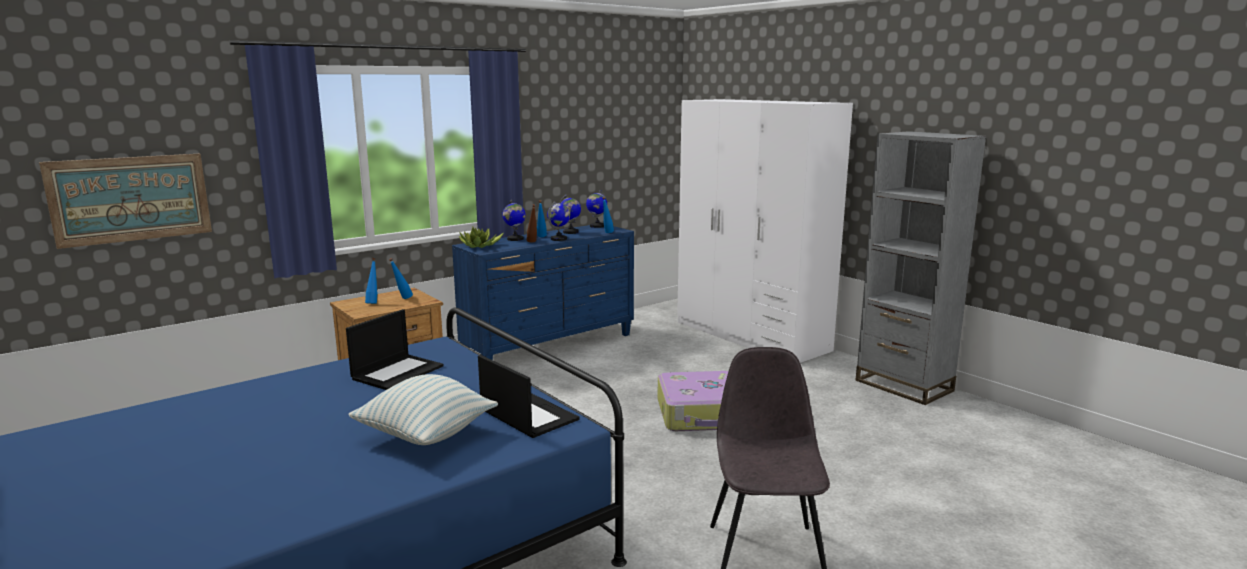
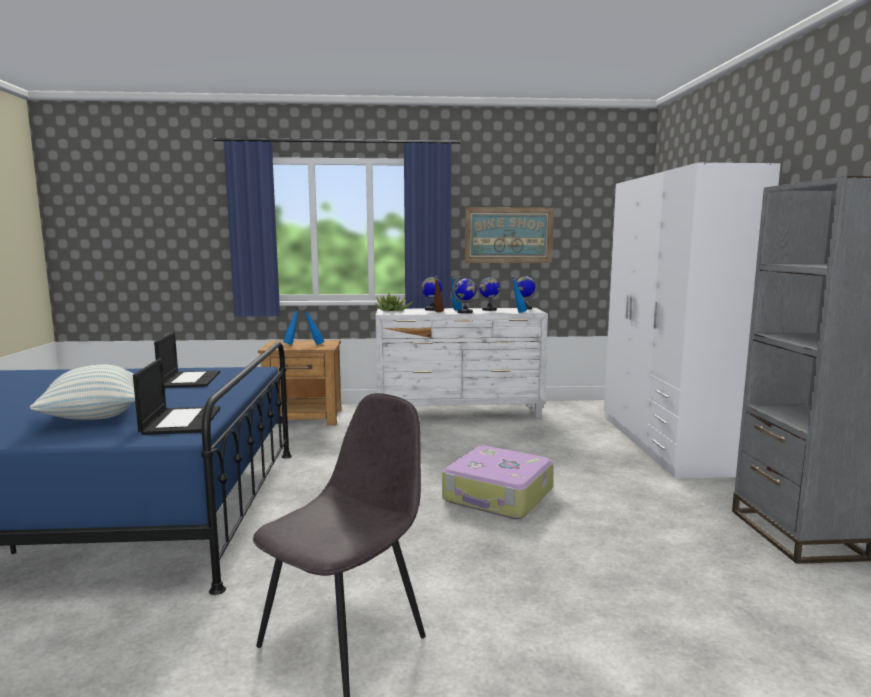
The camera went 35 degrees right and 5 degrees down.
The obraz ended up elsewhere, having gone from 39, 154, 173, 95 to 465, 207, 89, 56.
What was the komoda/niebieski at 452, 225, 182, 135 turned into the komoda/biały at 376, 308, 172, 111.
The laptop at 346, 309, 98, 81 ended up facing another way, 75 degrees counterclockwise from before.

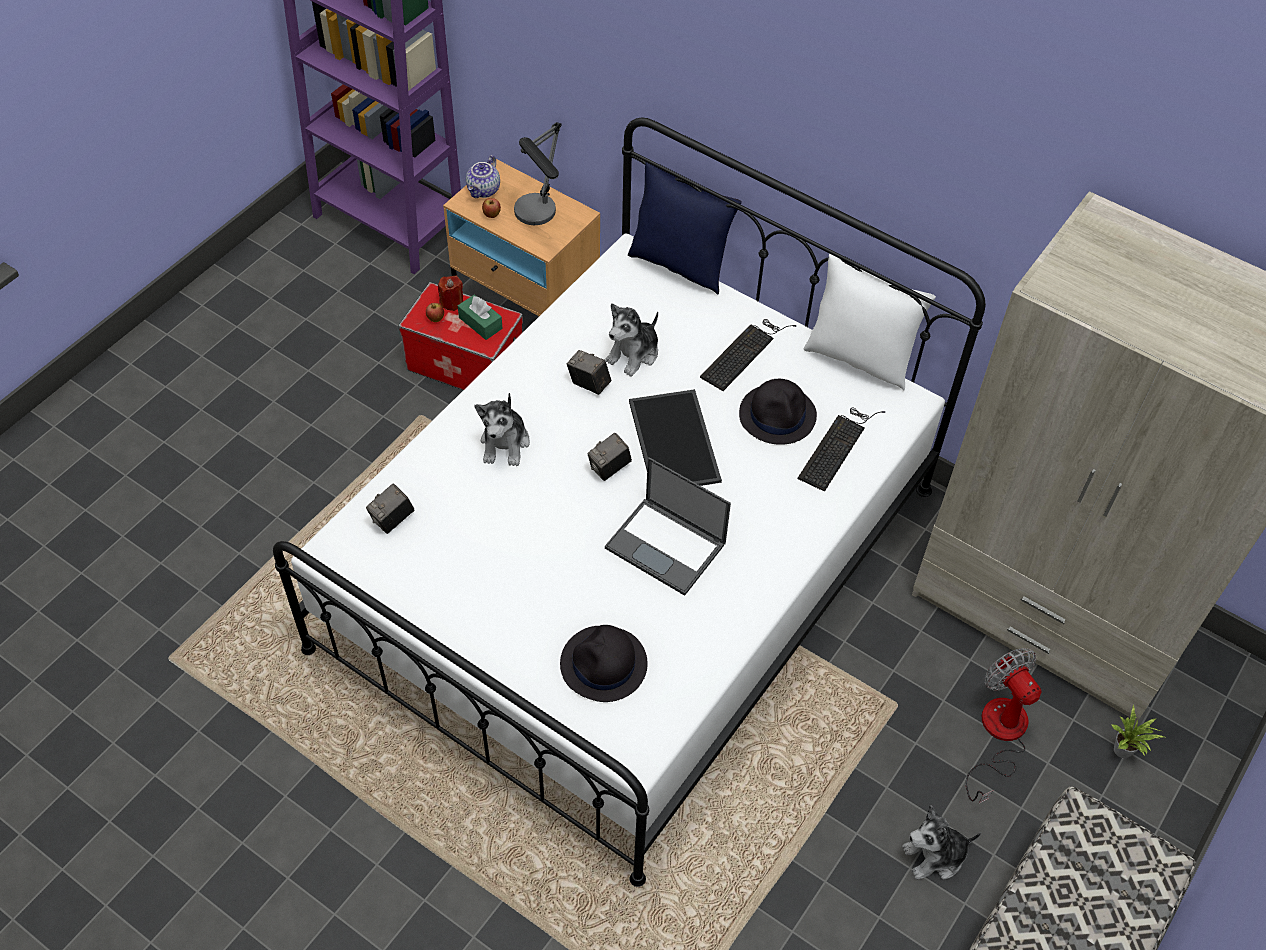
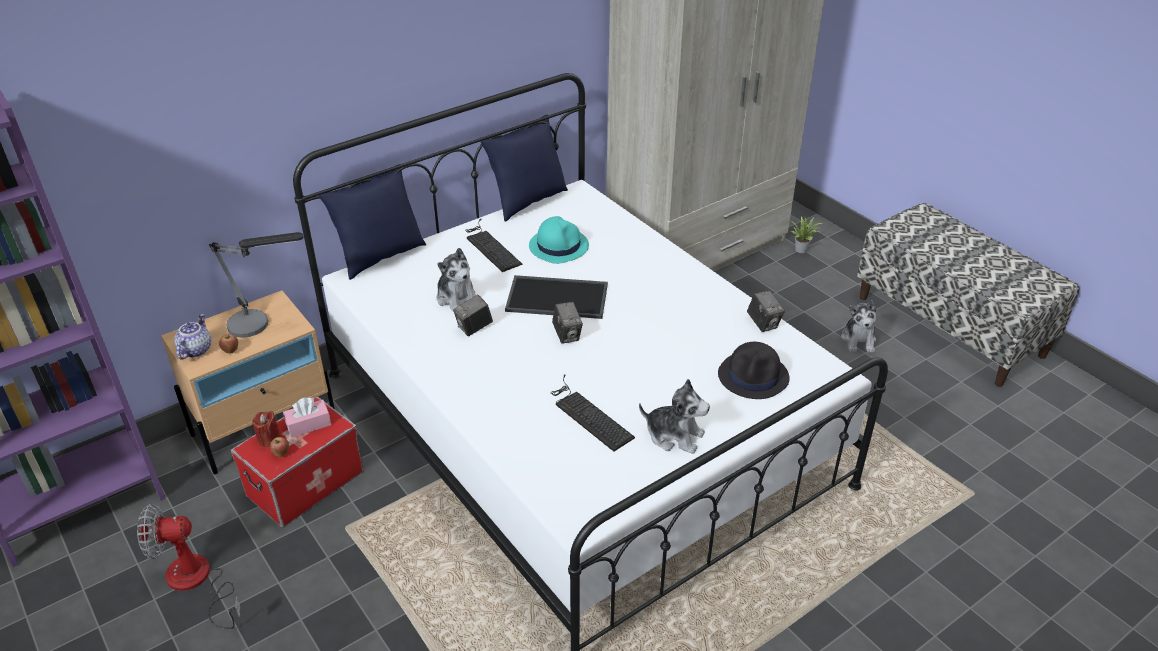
The camera went 70 degrees left and 15 degrees down.
The imbryk at 466, 155, 34, 43 ended up facing another way, 120 degrees counterclockwise from before.
What was the poduszka/biały at 804, 254, 132, 137 turned into the poduszka/niebieski at 481, 114, 87, 107.
What was the pudełko chusteczek/zielony at 458, 295, 44, 45 turned into the pudełko chusteczek/różowy at 283, 398, 48, 40.
What was the kapelusz/czarny at 739, 379, 78, 66 turned into the kapelusz/turkusowy at 529, 216, 60, 48.
The pluszak ended up elsewhere, having gone from 474, 393, 56, 73 to 639, 379, 71, 75.
The klawiatura ended up elsewhere, having gone from 798, 407, 87, 85 to 551, 374, 84, 78.
The second view lost the laptop at 605, 457, 126, 139.
The aparat fotograficzny ended up elsewhere, having gone from 366, 484, 48, 50 to 747, 290, 38, 42.
The wentylator ended up elsewhere, having gone from 966, 648, 76, 155 to 137, 504, 103, 125.

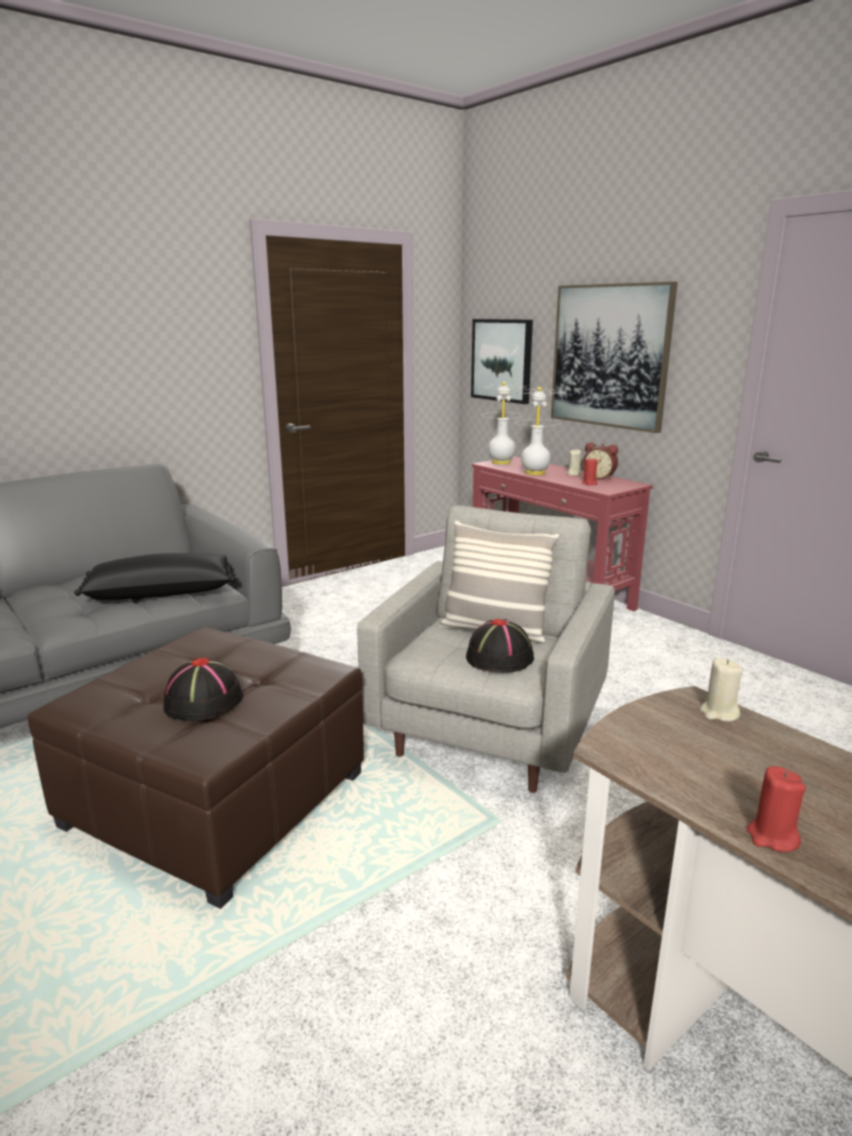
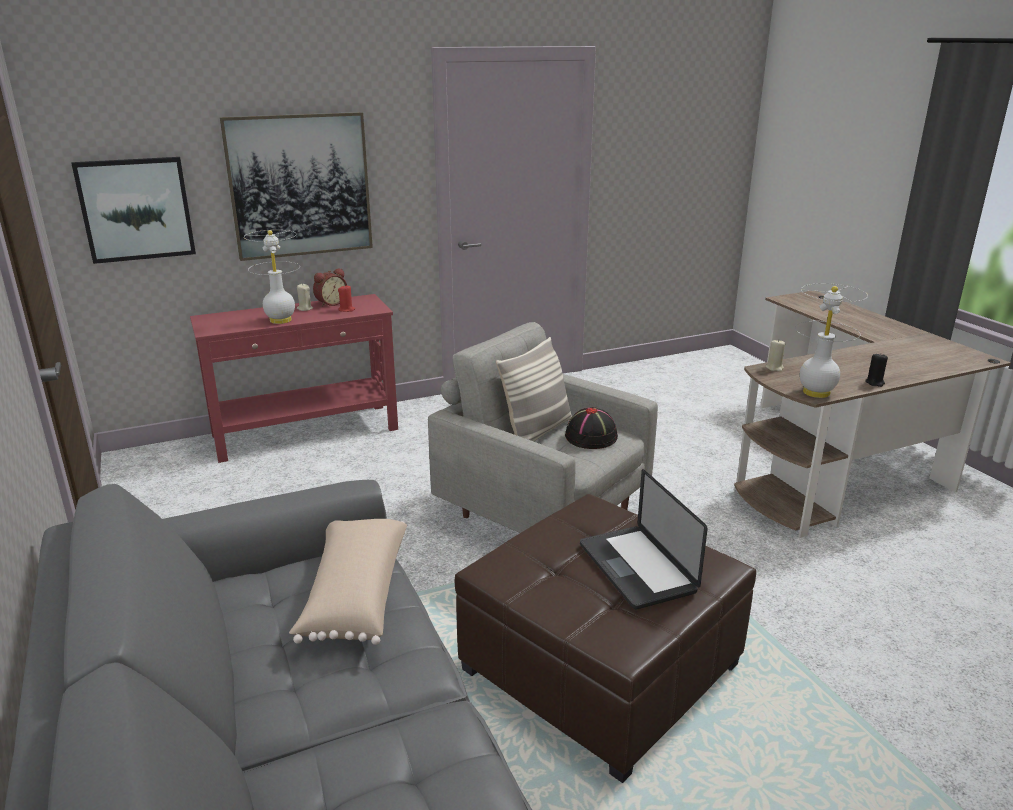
The camera went 75 degrees left and 5 degrees up.
The lampa stołowa/biały ended up elsewhere, having gone from 481, 382, 44, 83 to 795, 283, 73, 115.
What was the poduszka/czarny at 74, 553, 162, 47 turned into the poduszka/beżowy at 289, 519, 118, 126.
Where the kapelusz/czarny stood at 163, 658, 80, 63, the laptop came to stand at 580, 469, 128, 141.
What was the świeca/czerwony at 747, 766, 59, 86 turned into the świeca/czarny at 865, 354, 23, 33.

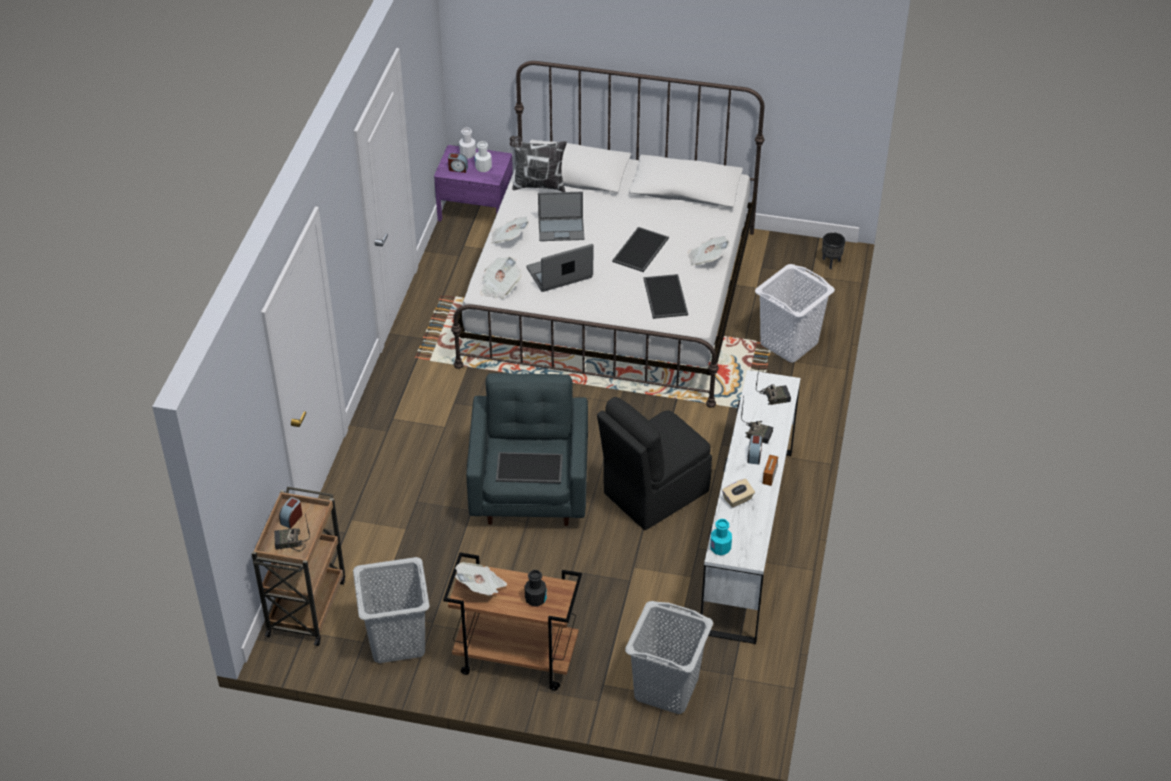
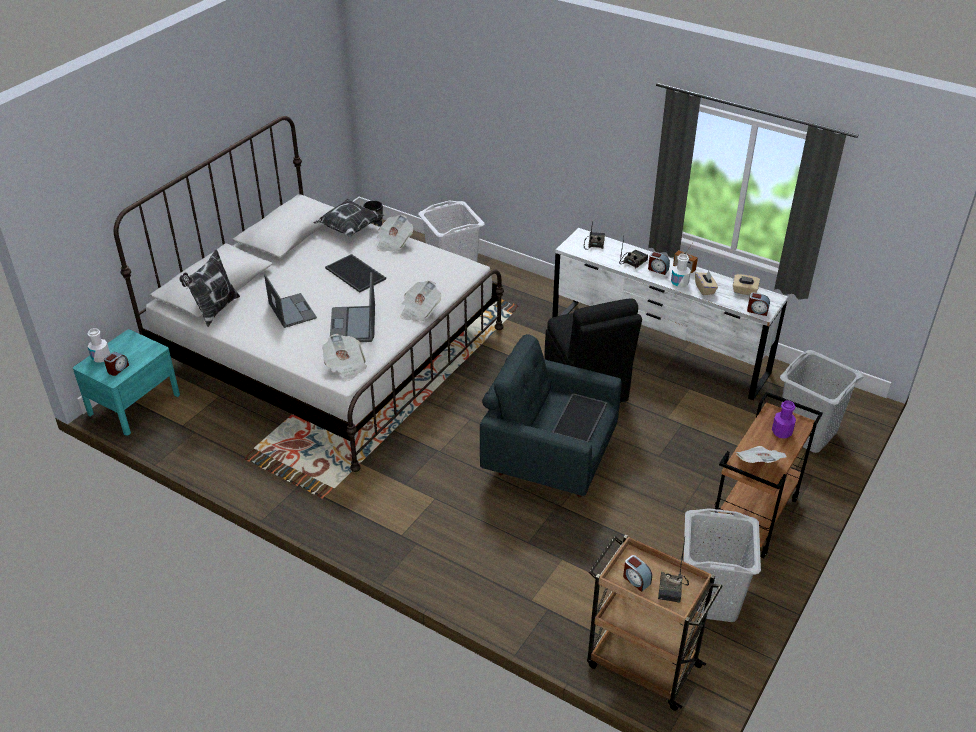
The camera went 70 degrees left and 5 degrees down.
The butelka/biały ended up elsewhere, having gone from 475, 141, 17, 31 to 671, 254, 20, 34.
What was the szafka nocna/fioletowy at 434, 145, 79, 77 turned into the szafka nocna/turkusowy at 73, 329, 107, 107.
The laptop at 538, 192, 47, 49 ended up facing another way, 45 degrees counterclockwise from before.
The gazeta ended up elsewhere, having gone from 491, 217, 38, 26 to 400, 281, 41, 41.
The second view lost the taca at 643, 274, 45, 45.
Where the butelka/turkusowy stood at 710, 519, 22, 36, the budzik came to stand at 747, 292, 23, 24.
What was the butelka/czarny at 524, 570, 23, 37 turned into the butelka/fioletowy at 772, 400, 24, 39.
The second view gained the poduszka at 313, 199, 71, 38.
The second view gained the pudełko chusteczek/beżowy at 733, 274, 27, 21.

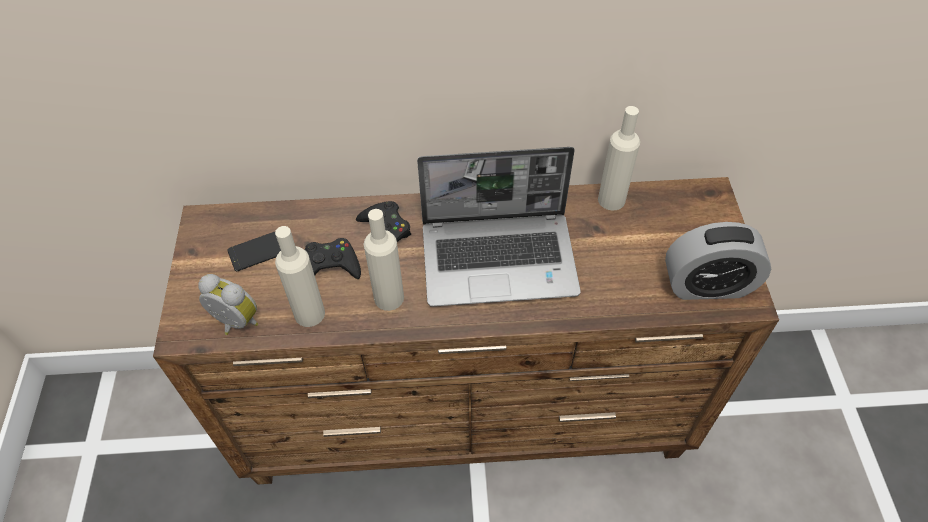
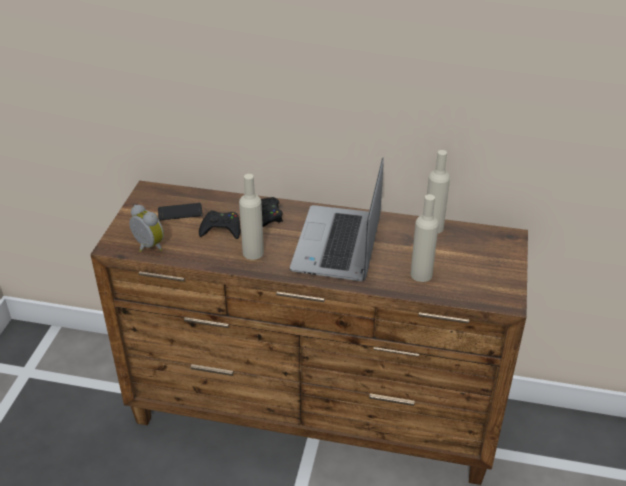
The camera went 15 degrees right and 15 degrees down.
The laptop at 417, 147, 164, 160 ended up facing another way, 90 degrees clockwise from before.
The second view lost the budzik at 665, 222, 106, 78.
The butelka/beżowy ended up elsewhere, having gone from 275, 226, 50, 101 to 410, 194, 29, 88.

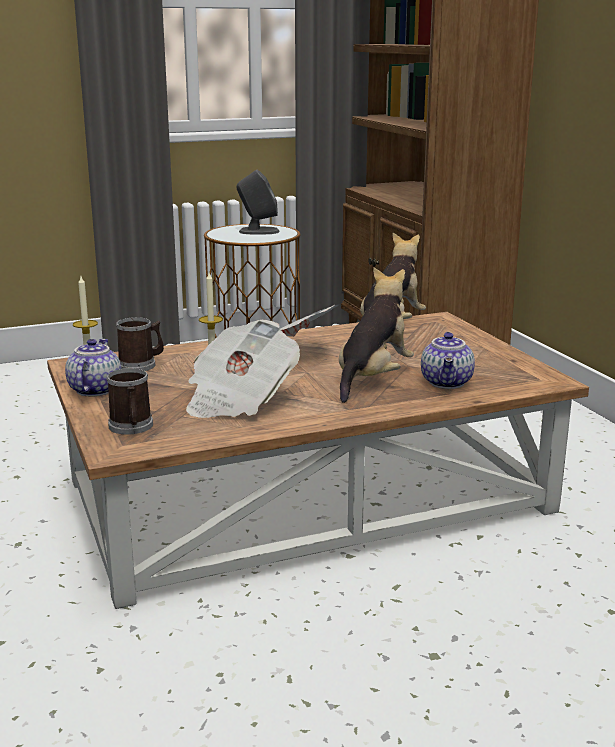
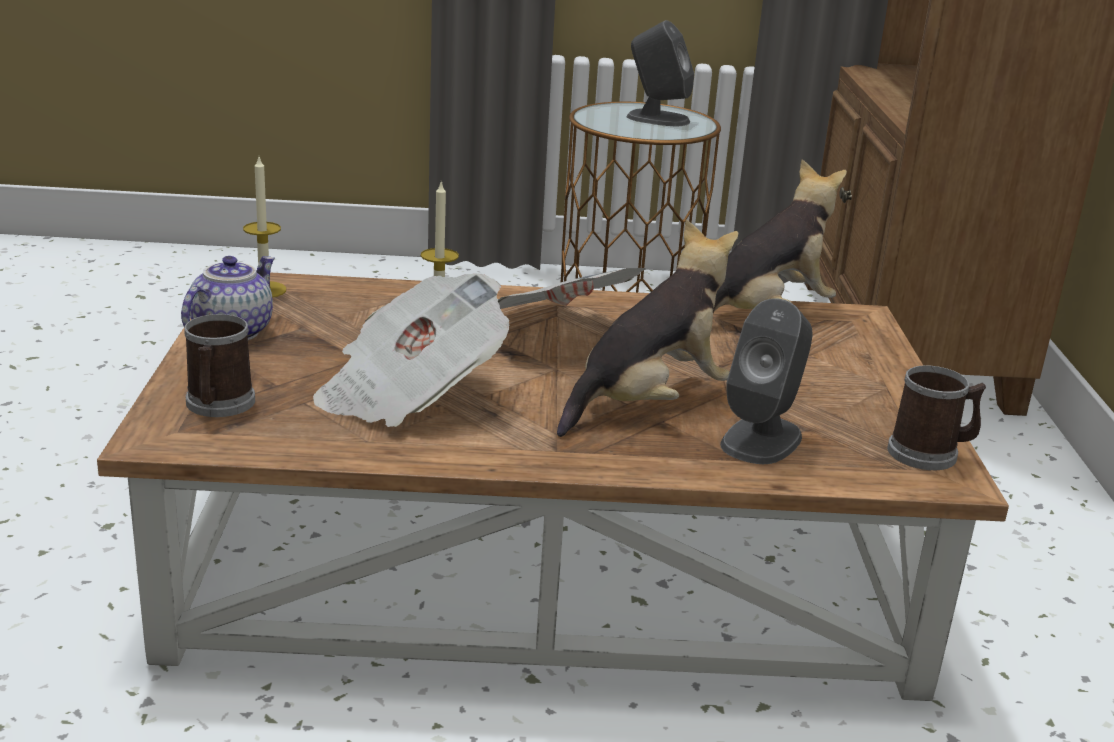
The camera went 20 degrees right and 5 degrees up.
The kubek ended up elsewhere, having gone from 116, 317, 48, 54 to 887, 365, 99, 105.
Where the imbryk stood at 421, 332, 54, 57, the głośnik/szary came to stand at 720, 298, 92, 166.

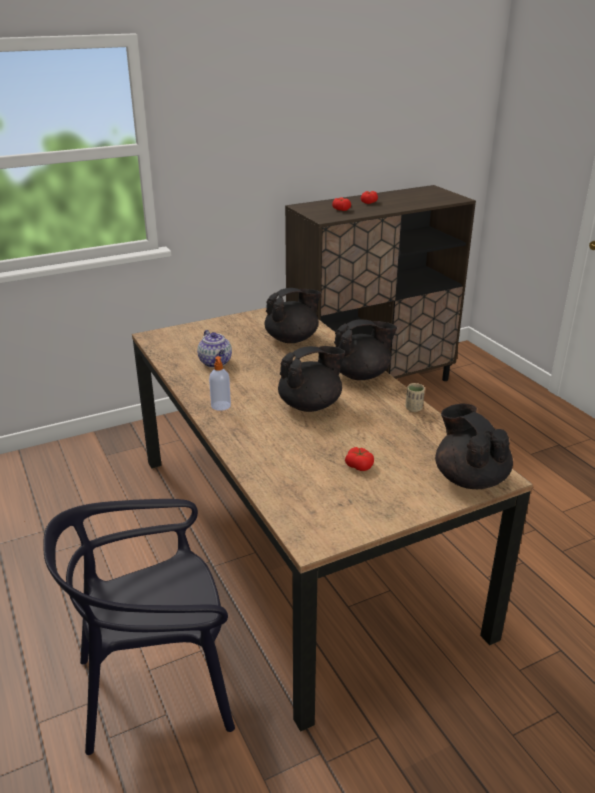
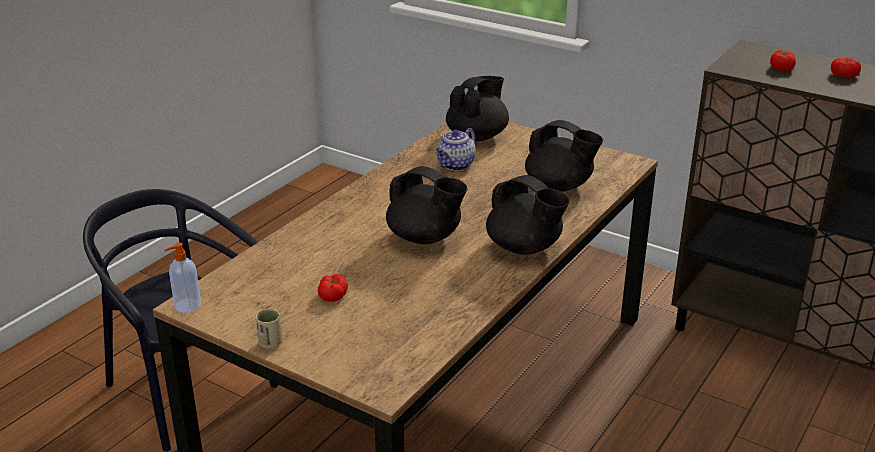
The camera went 60 degrees right and 0 degrees up.
The dozownik mydła ended up elsewhere, having gone from 209, 356, 22, 55 to 164, 242, 37, 71.
The filiżanka/beżowy ended up elsewhere, having gone from 406, 383, 19, 29 to 256, 309, 26, 40.
The imbryk/czarny ended up elsewhere, having gone from 435, 404, 78, 85 to 446, 76, 63, 65.

